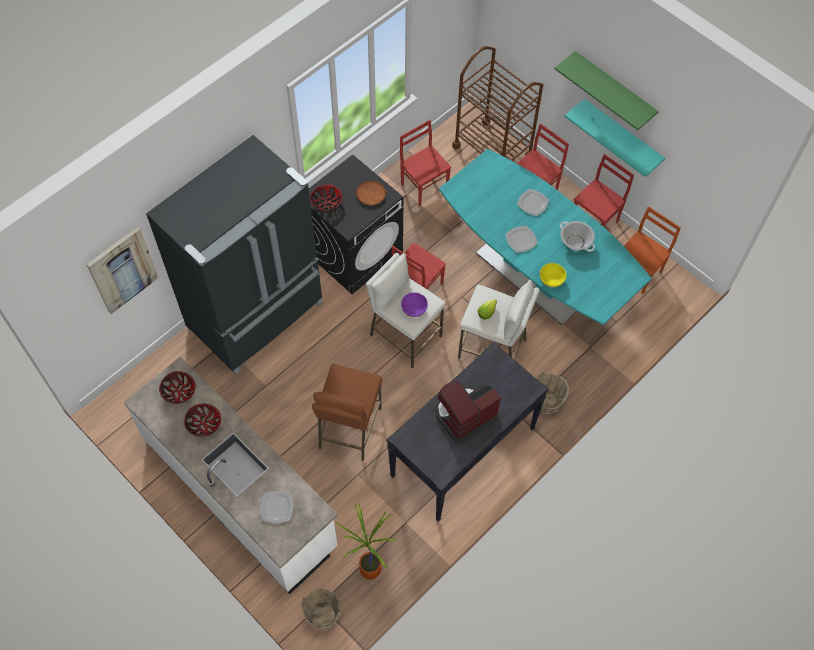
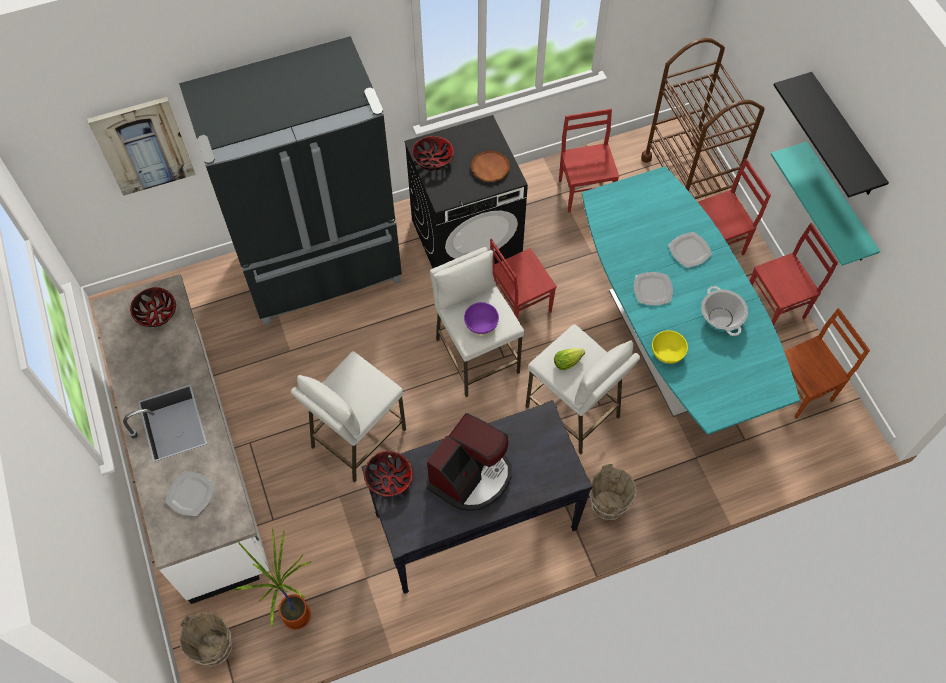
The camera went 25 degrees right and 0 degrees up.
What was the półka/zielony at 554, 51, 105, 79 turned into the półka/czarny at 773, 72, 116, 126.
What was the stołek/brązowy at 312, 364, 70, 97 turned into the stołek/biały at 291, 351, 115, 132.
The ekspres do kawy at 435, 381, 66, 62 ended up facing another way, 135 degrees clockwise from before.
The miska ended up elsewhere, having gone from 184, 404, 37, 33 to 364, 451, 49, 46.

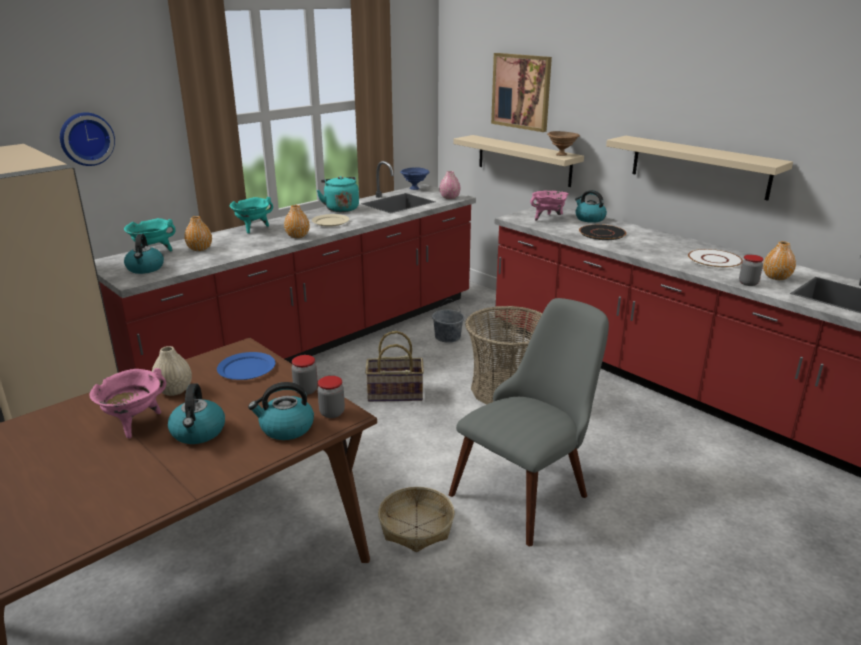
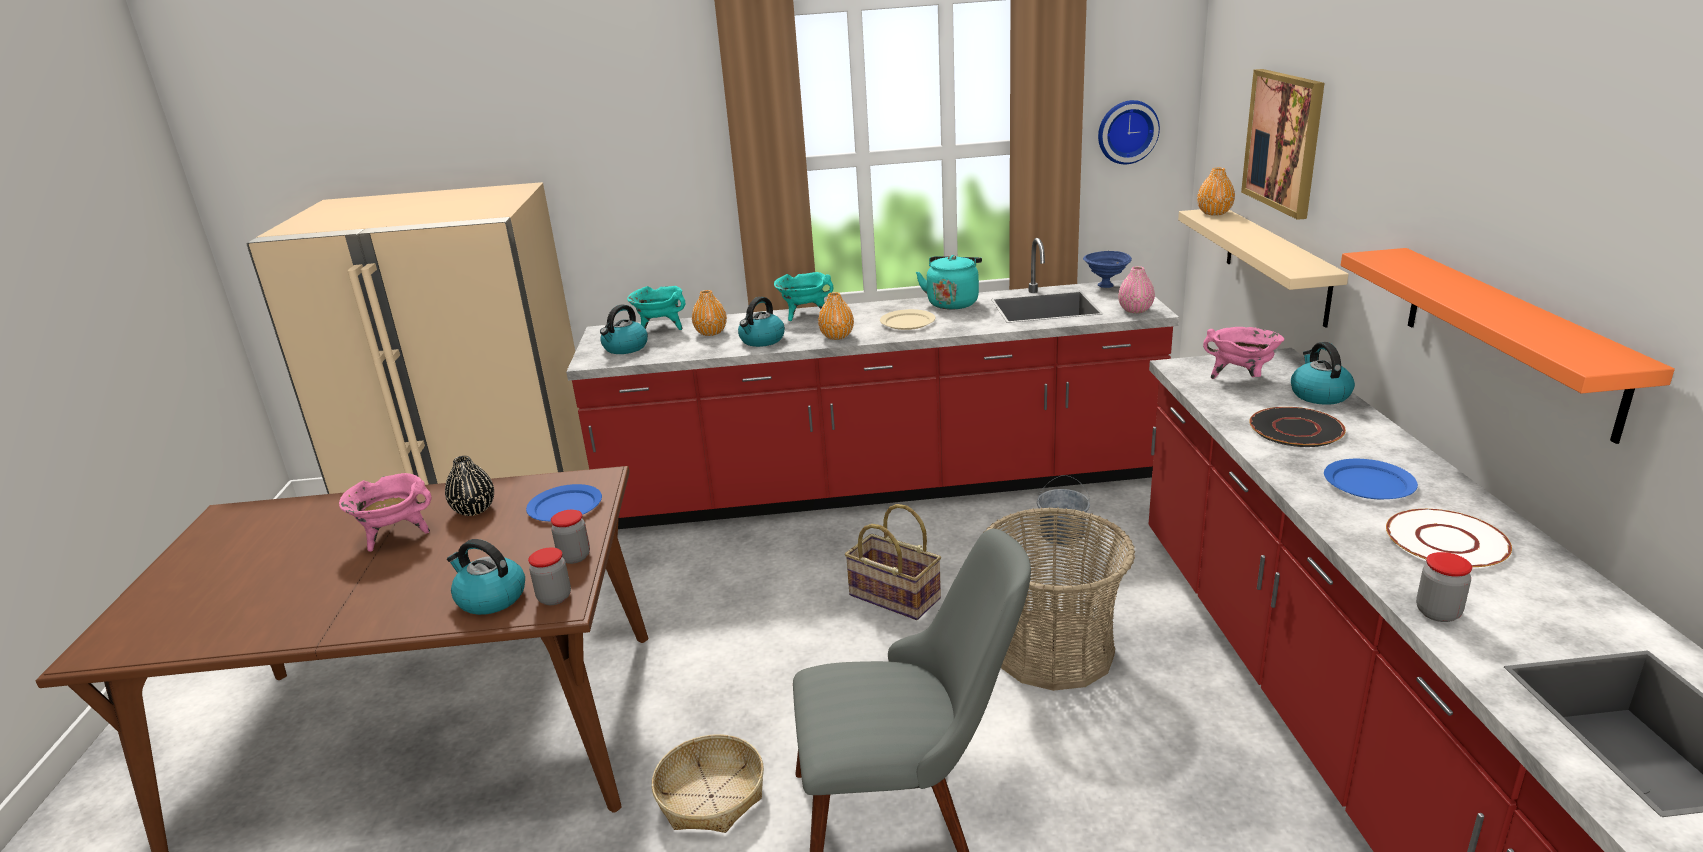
The camera went 40 degrees right and 0 degrees up.
The zegar ścienny ended up elsewhere, having gone from 60, 112, 55, 54 to 1098, 100, 62, 64.
The second view lost the miska/brązowy at 547, 131, 33, 25.
What was the półka/beżowy at 606, 136, 187, 65 turned into the półka/pomarańczowy at 1341, 248, 334, 196.
The wazon/pomarańczowy ended up elsewhere, having gone from 763, 241, 33, 39 to 1197, 168, 38, 48.
What was the wazon/beżowy at 152, 346, 40, 50 turned into the wazon/czarny at 445, 456, 49, 60.
The czajnik ended up elsewhere, having gone from 168, 383, 57, 61 to 738, 297, 47, 50.
The second view gained the talerz/niebieski at 1324, 459, 94, 40.

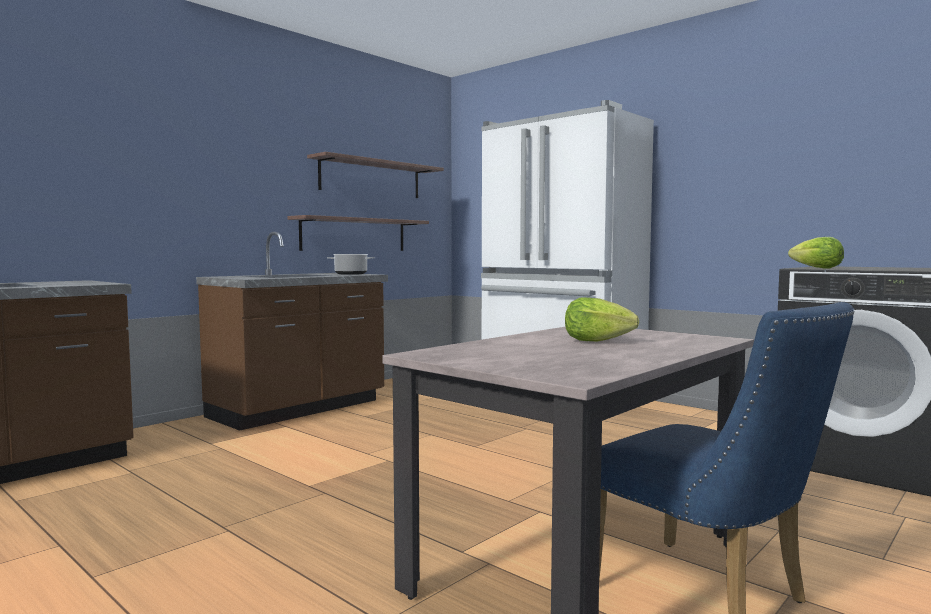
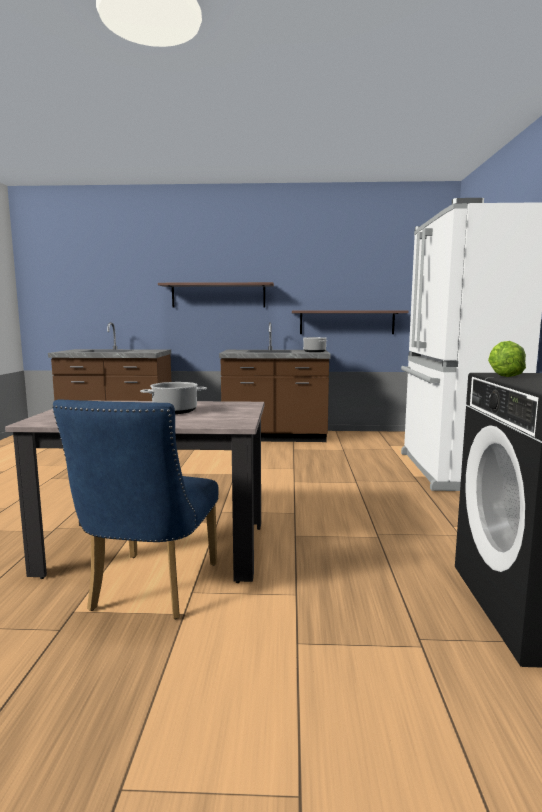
The camera went 50 degrees right and 5 degrees up.
The półka ended up elsewhere, having gone from 307, 152, 137, 46 to 158, 282, 116, 26.
Where the sałata stood at 565, 297, 74, 45, the garnek came to stand at 140, 382, 67, 32.

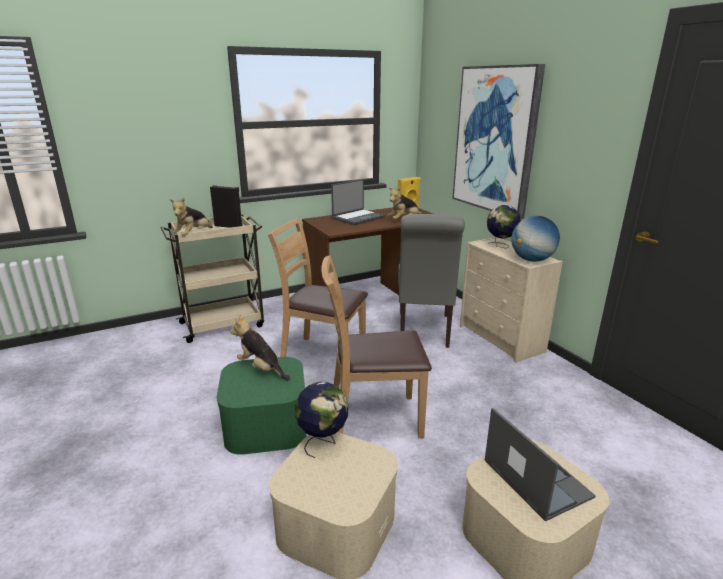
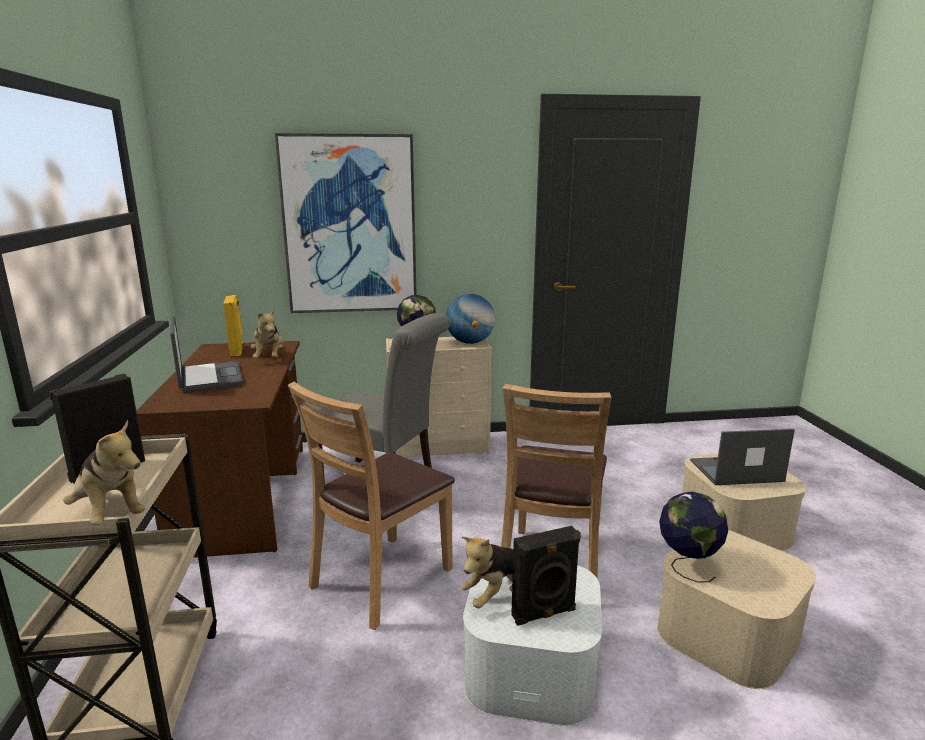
The camera went 70 degrees left and 5 degrees down.
What was the pojemnik do przechowywania/zielony at 217, 357, 90, 98 turned into the pojemnik do przechowywania/biały at 463, 565, 139, 161.
The second view gained the głośnik/czarny at 511, 526, 70, 100.

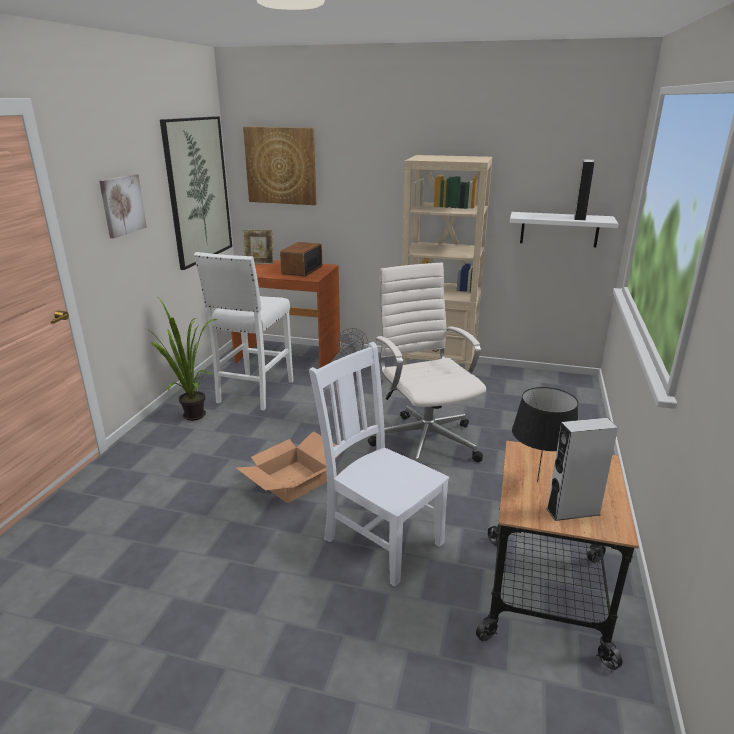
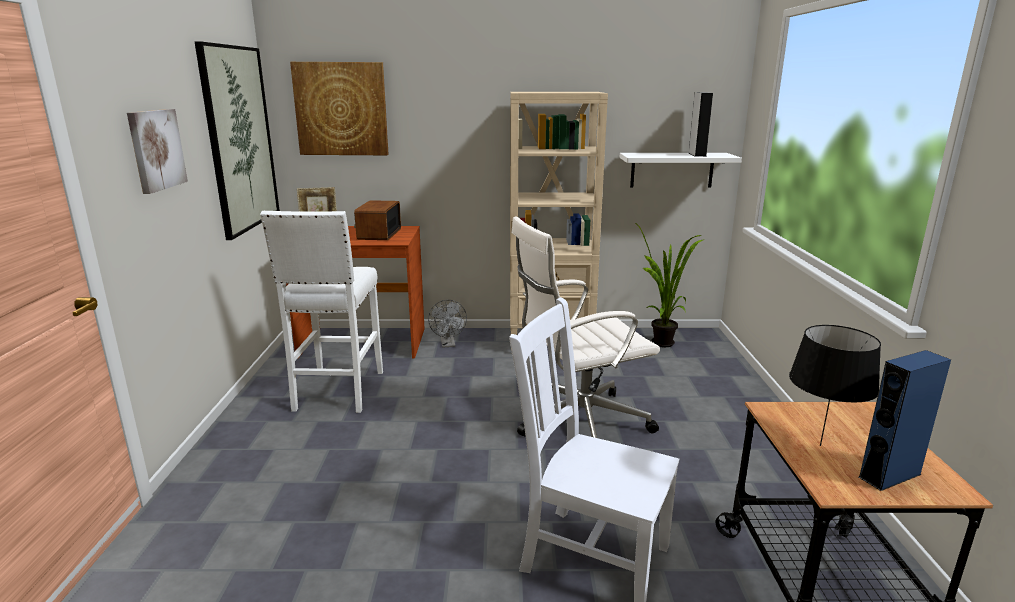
The camera went 15 degrees left and 5 degrees down.
The krzesło biurowe/biały at 368, 262, 118, 200 ended up facing another way, 75 degrees counterclockwise from before.
The roślina doniczkowa ended up elsewhere, having gone from 146, 298, 71, 123 to 637, 224, 68, 123.
What was the głośnik/szary at 546, 418, 72, 103 turned into the głośnik/niebieski at 859, 350, 92, 141.
The second view lost the karton at 236, 431, 106, 73.

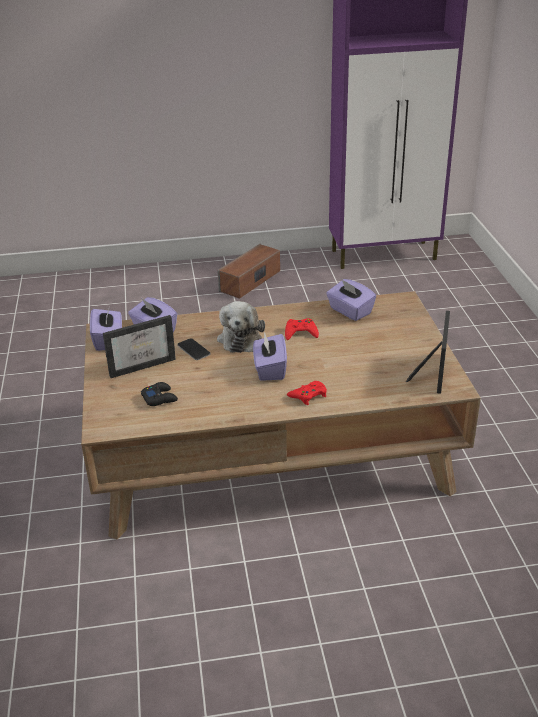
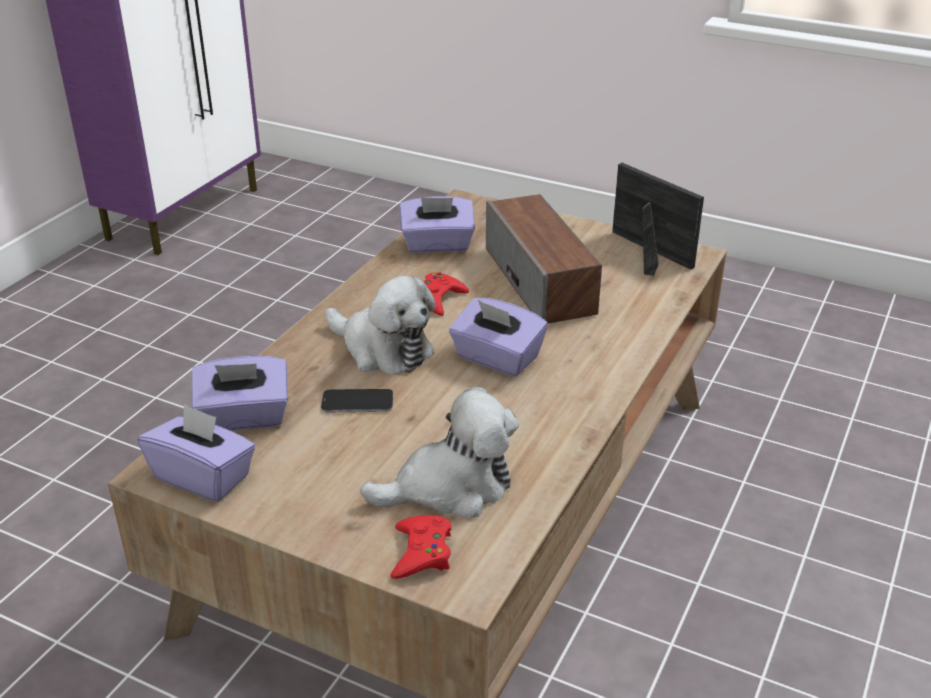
The camera went 55 degrees left and 0 degrees up.
The głośnik ended up elsewhere, having gone from 218, 244, 62, 55 to 486, 194, 116, 130.
The second view lost the ramka na zdjęcie at 103, 315, 73, 63.
The pad do gier/czerwony ended up elsewhere, having gone from 287, 381, 40, 24 to 390, 515, 62, 64.
Where the pad do gier/czarny stood at 141, 382, 37, 24, the pluszak came to stand at 360, 387, 159, 132.

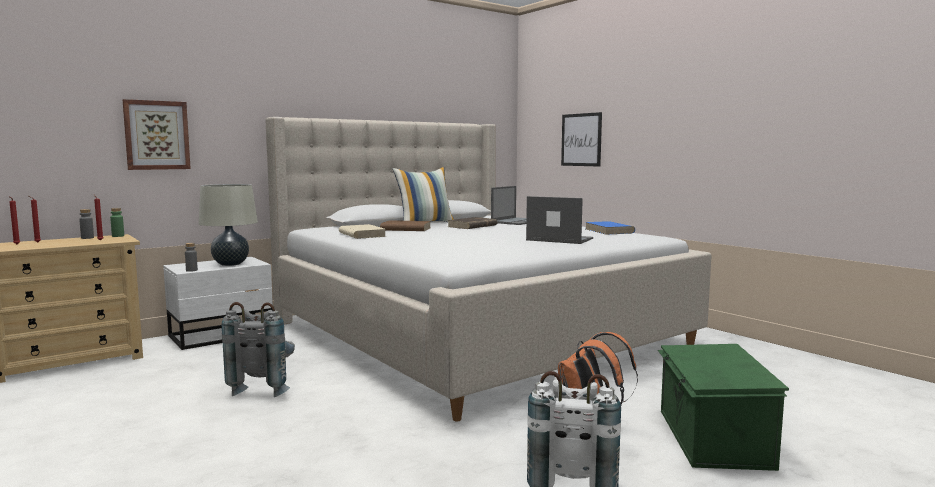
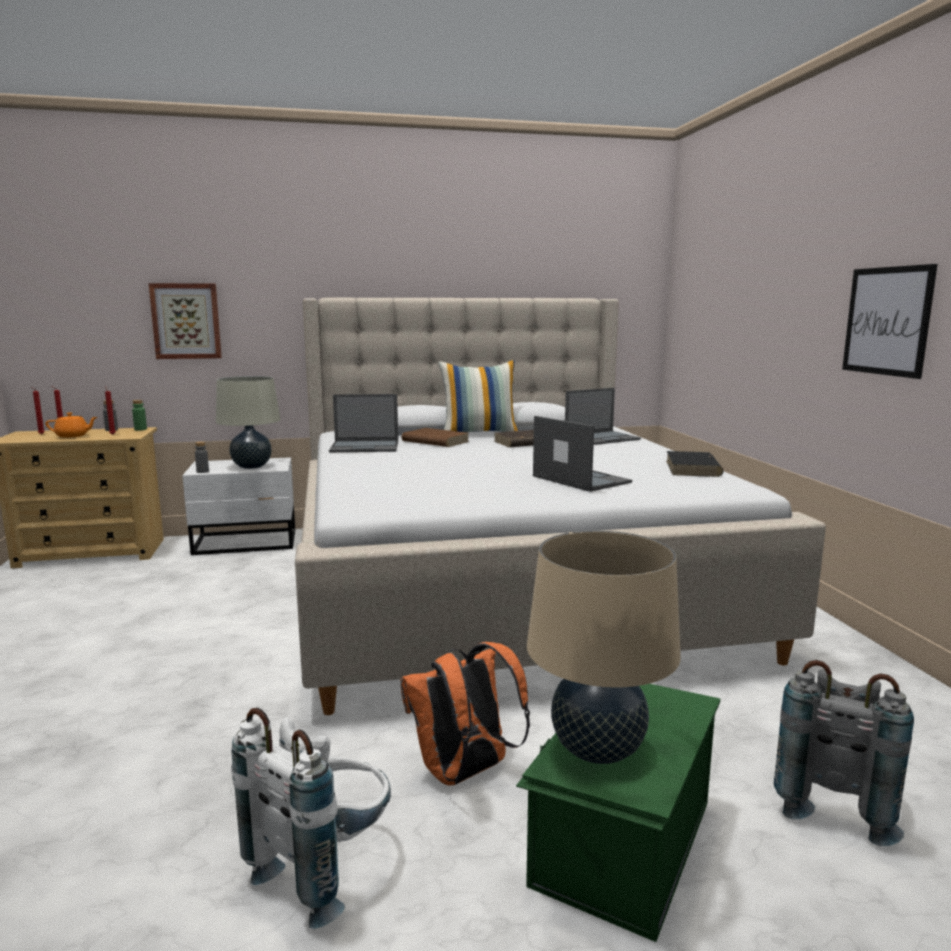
The camera went 25 degrees right and 5 degrees up.
The obraz ended up elsewhere, having gone from 561, 112, 41, 55 to 842, 264, 96, 115.
What was the książka/niebieski at 585, 221, 50, 14 turned into the książka/czarny at 666, 451, 57, 26.
Where the książka/beżowy stood at 339, 224, 47, 15, the laptop came to stand at 329, 394, 69, 58.
The plecak/szary ended up elsewhere, having gone from 222, 302, 73, 95 to 774, 660, 140, 186.
The second view gained the imbryk/pomarańczowy at 45, 413, 52, 25.
The second view gained the lampa stołowa/beżowy at 527, 531, 154, 233.

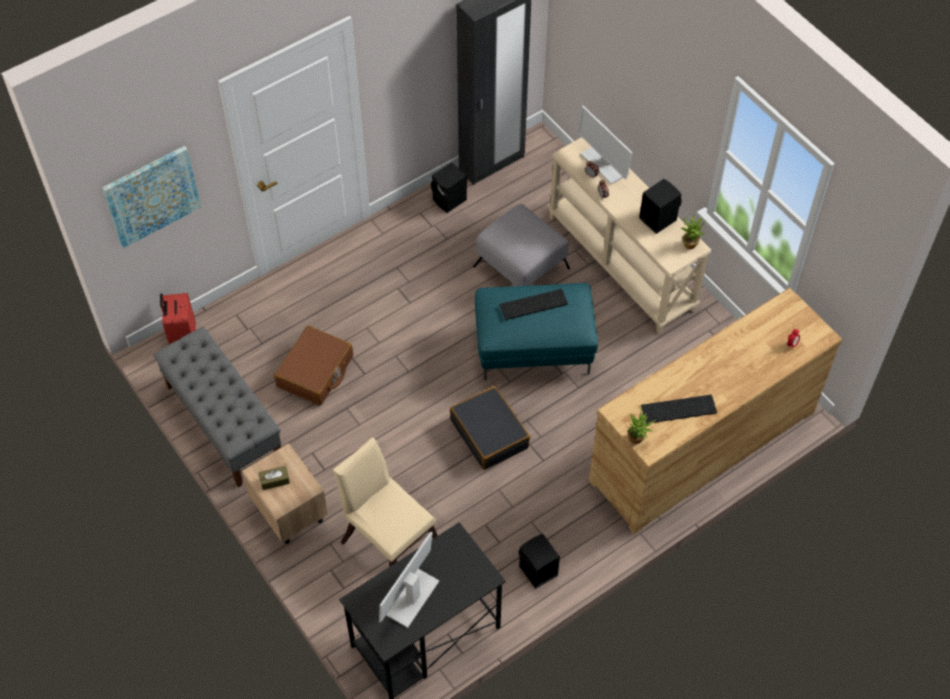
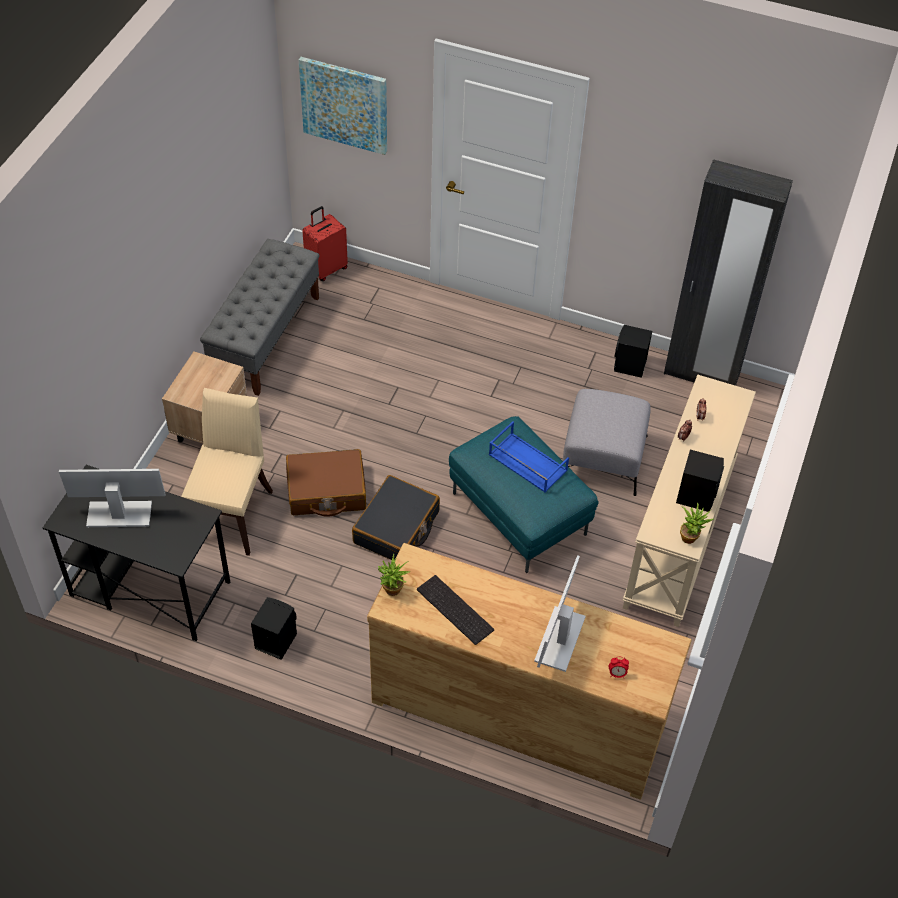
The camera went 55 degrees right and 5 degrees down.
The monitor ended up elsewhere, having gone from 577, 106, 56, 79 to 534, 555, 52, 117.
Where the klawiatura stood at 500, 289, 68, 31, the taca/niebieski came to stand at 489, 421, 80, 72.
The walizka/brązowy ended up elsewhere, having gone from 274, 326, 79, 80 to 286, 449, 80, 67.
The second view lost the pudełko chusteczek/brązowy at 259, 466, 31, 24.

